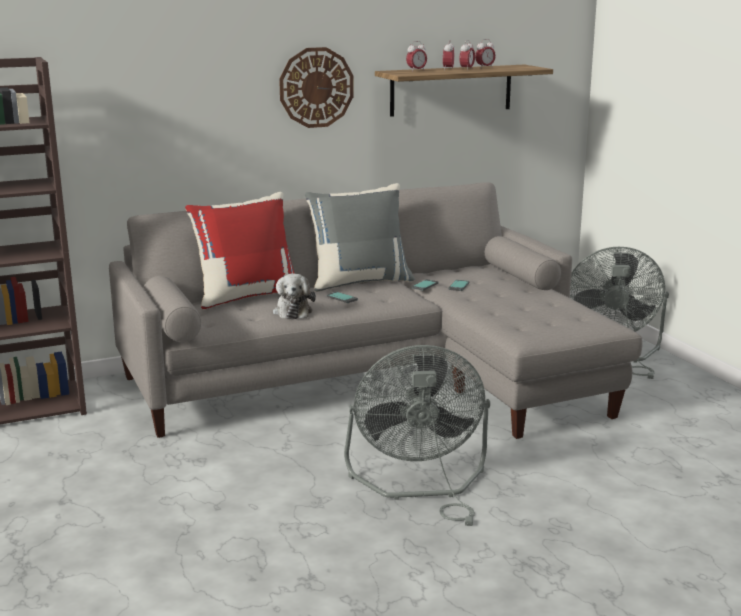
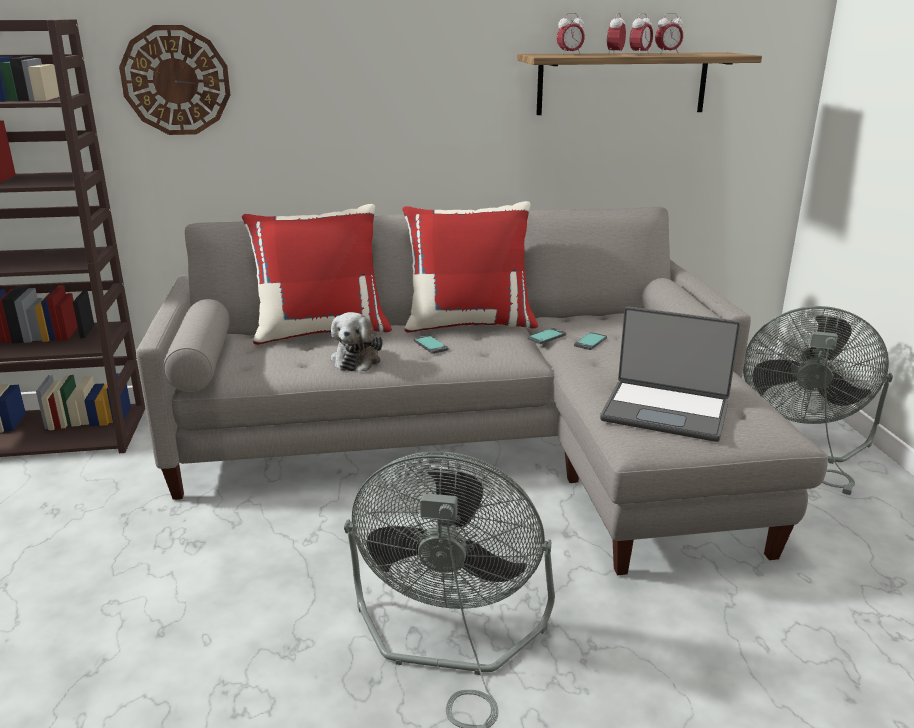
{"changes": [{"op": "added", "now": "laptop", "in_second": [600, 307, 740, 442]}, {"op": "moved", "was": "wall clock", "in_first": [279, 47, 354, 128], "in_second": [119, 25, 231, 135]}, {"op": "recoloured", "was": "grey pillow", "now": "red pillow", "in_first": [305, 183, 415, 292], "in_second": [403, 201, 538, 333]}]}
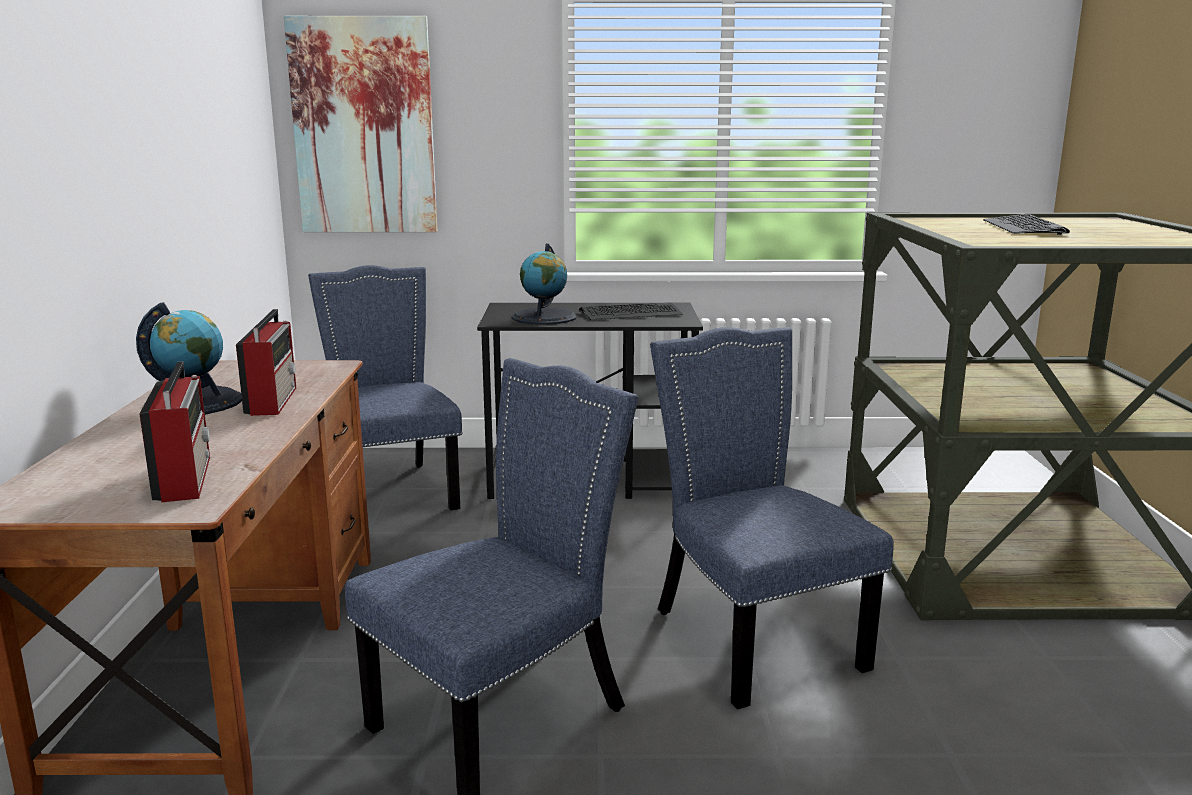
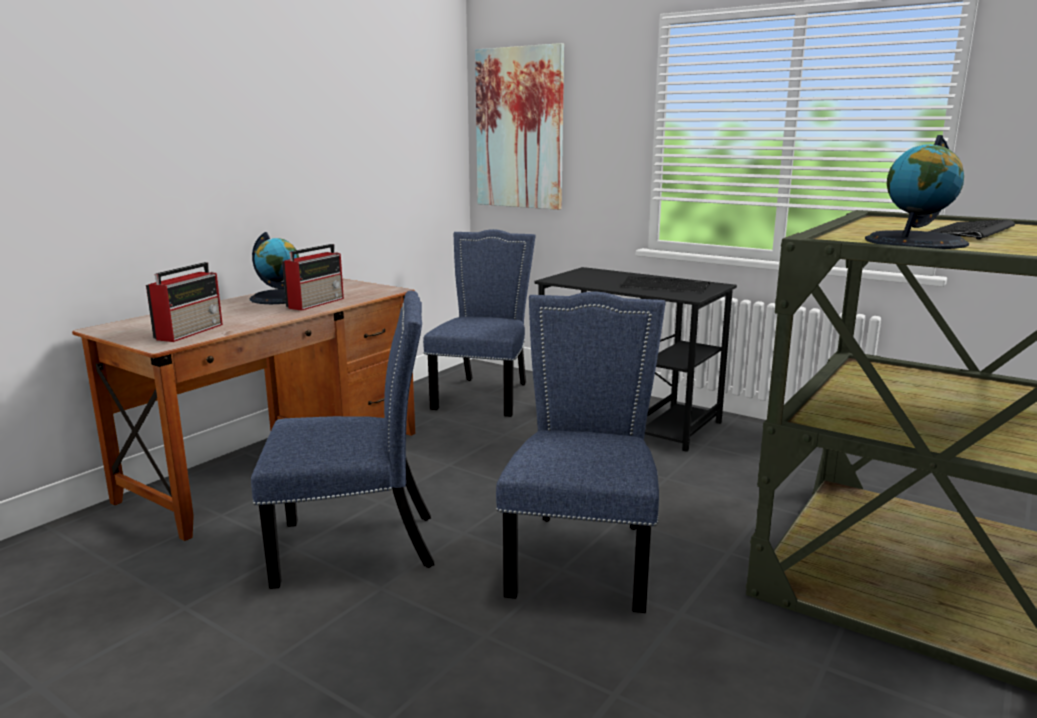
{"changes": [{"op": "moved", "was": "globe", "in_first": [512, 243, 577, 325], "in_second": [865, 135, 969, 249]}]}
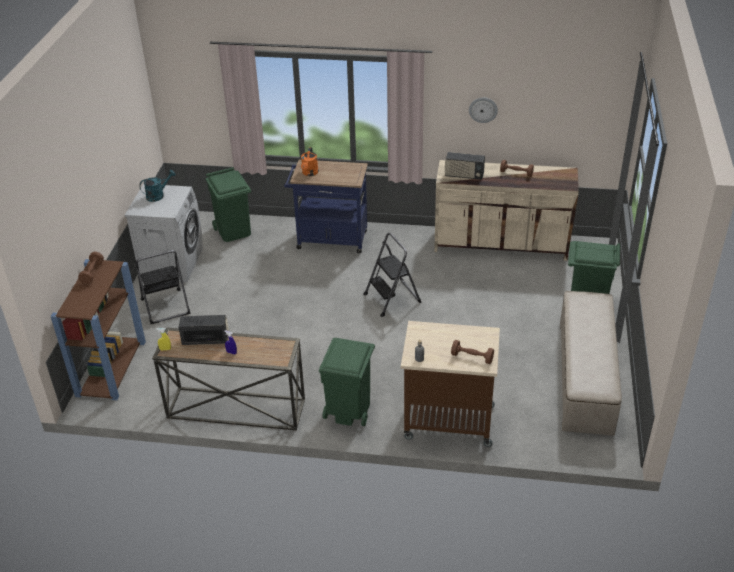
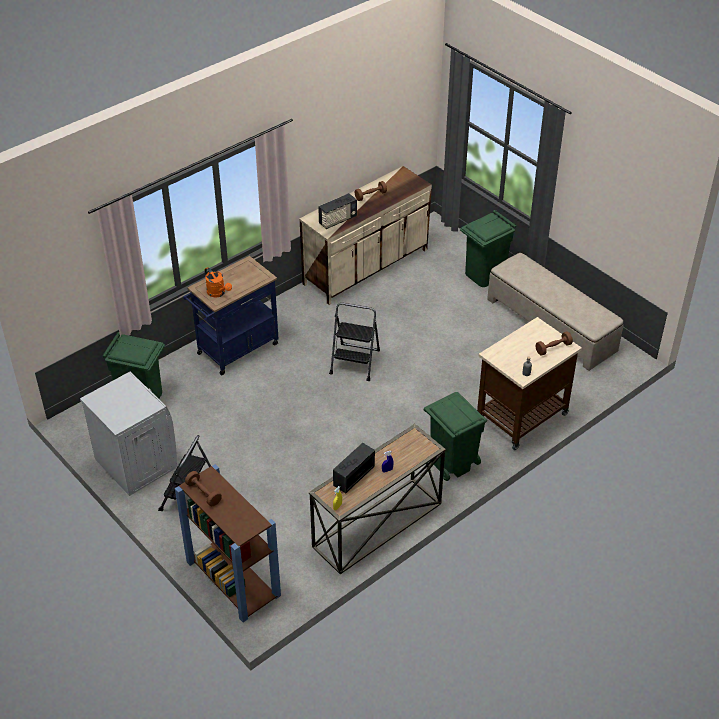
{"changes": [{"op": "removed", "was": "turquoise watering can", "in_first": [139, 170, 176, 202]}, {"op": "removed", "was": "wall clock", "in_first": [469, 97, 498, 123]}]}
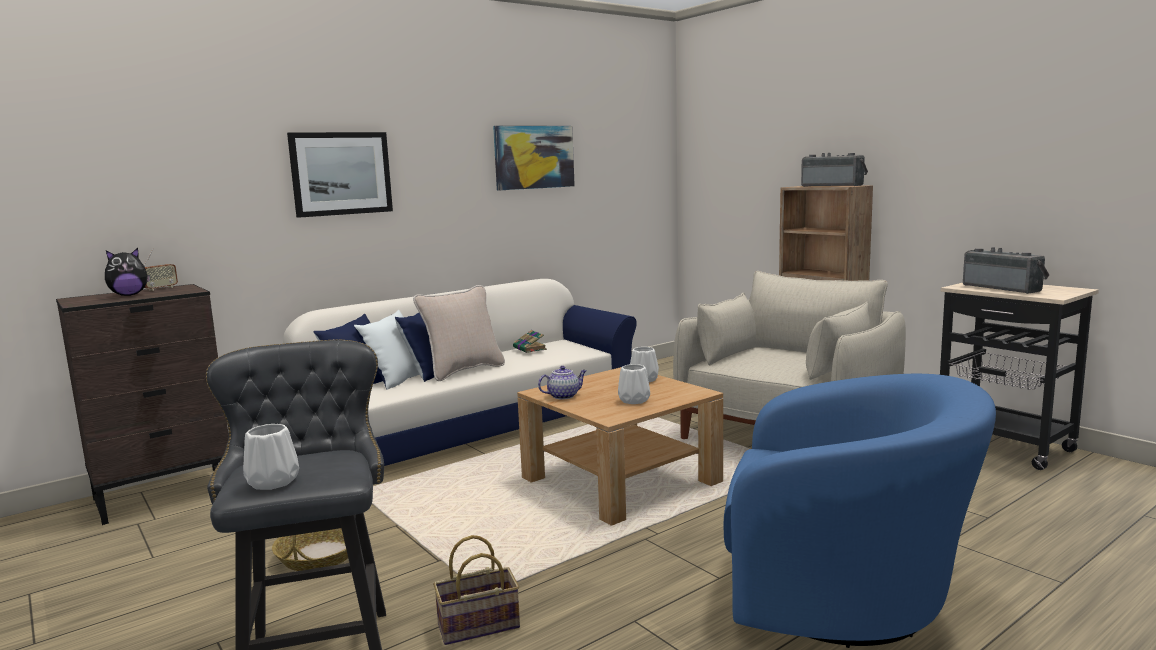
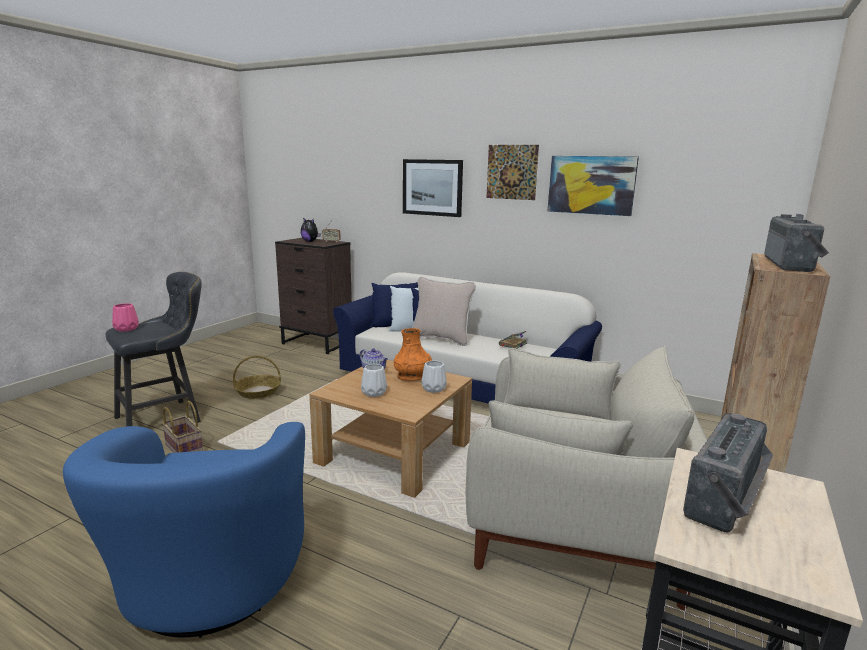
{"changes": [{"op": "added", "now": "orange vase", "in_second": [394, 328, 432, 381]}, {"op": "added", "now": "picture", "in_second": [486, 145, 539, 200]}, {"op": "recoloured", "was": "white vase", "now": "pink vase", "in_first": [243, 424, 299, 490], "in_second": [112, 303, 139, 332]}]}
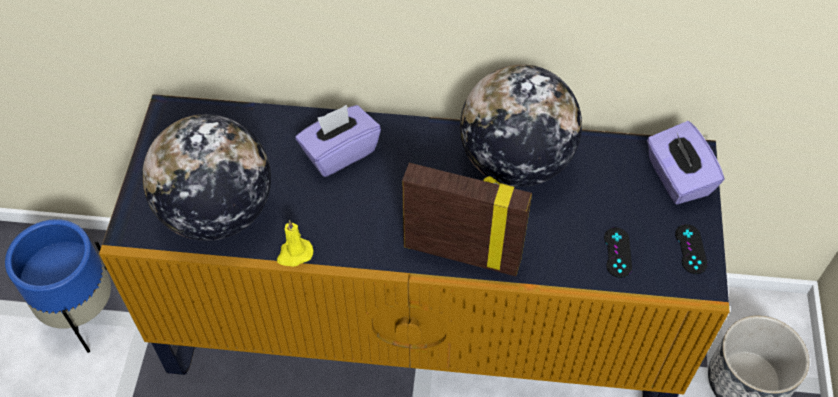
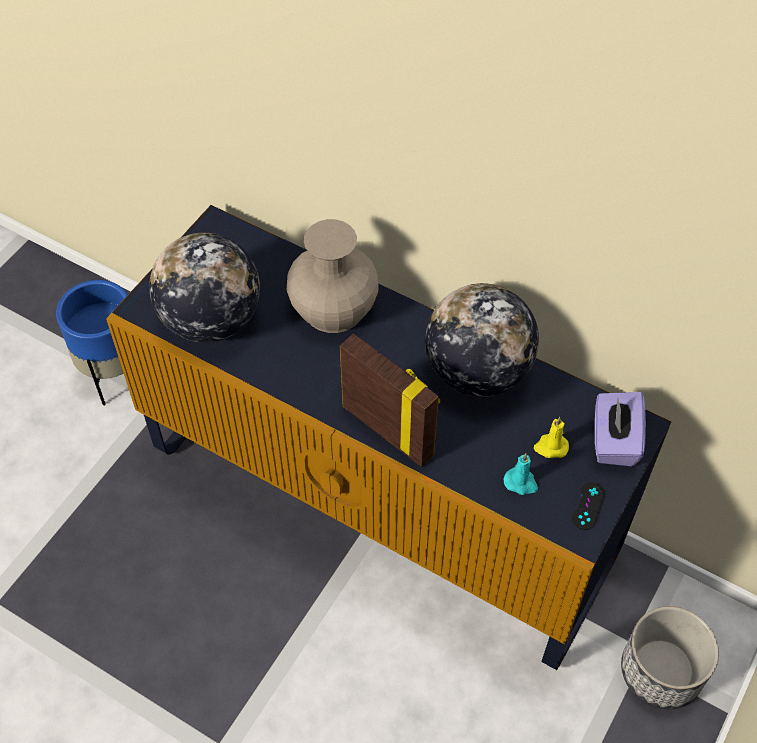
{"changes": [{"op": "moved", "was": "yellow candle", "in_first": [277, 220, 314, 267], "in_second": [534, 417, 569, 458]}, {"op": "replaced", "was": "purple tissue box", "now": "beige vase", "in_first": [296, 105, 381, 177], "in_second": [287, 219, 379, 333]}, {"op": "replaced", "was": "black game controller", "now": "turquoise candle", "in_first": [604, 228, 632, 278], "in_second": [504, 453, 538, 495]}]}
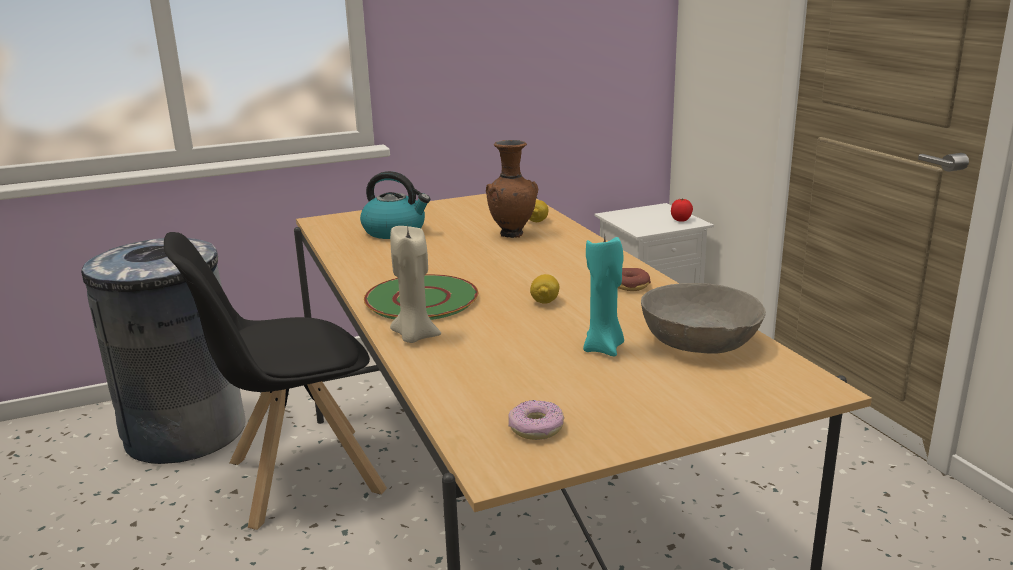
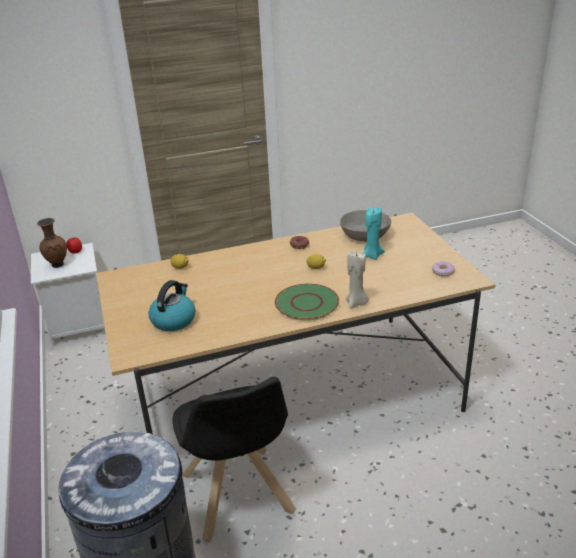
{"changes": [{"op": "moved", "was": "brown vase", "in_first": [486, 140, 538, 238], "in_second": [37, 218, 67, 268]}]}
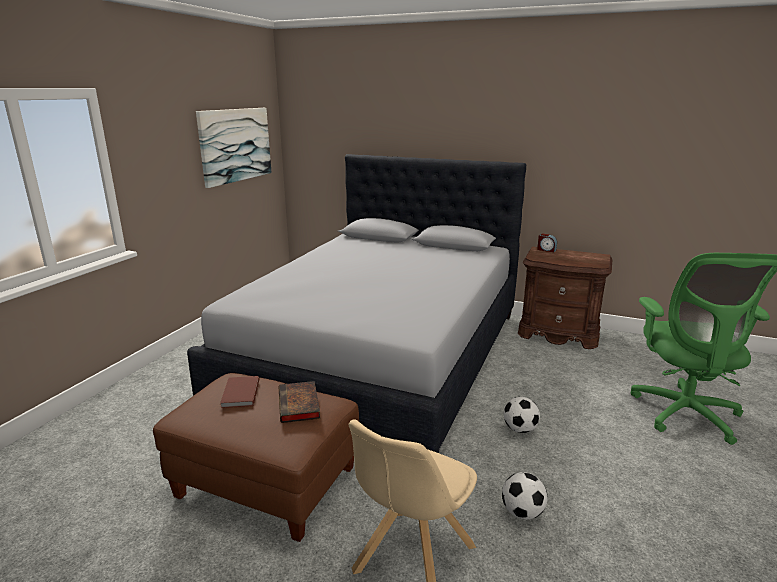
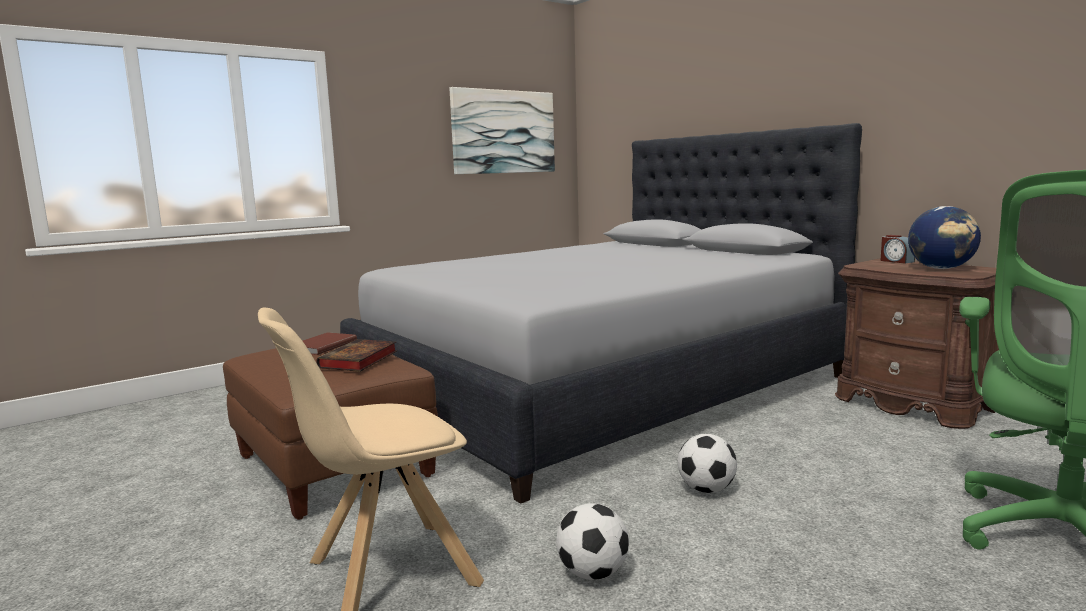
{"changes": [{"op": "added", "now": "globe", "in_second": [908, 206, 981, 269]}]}
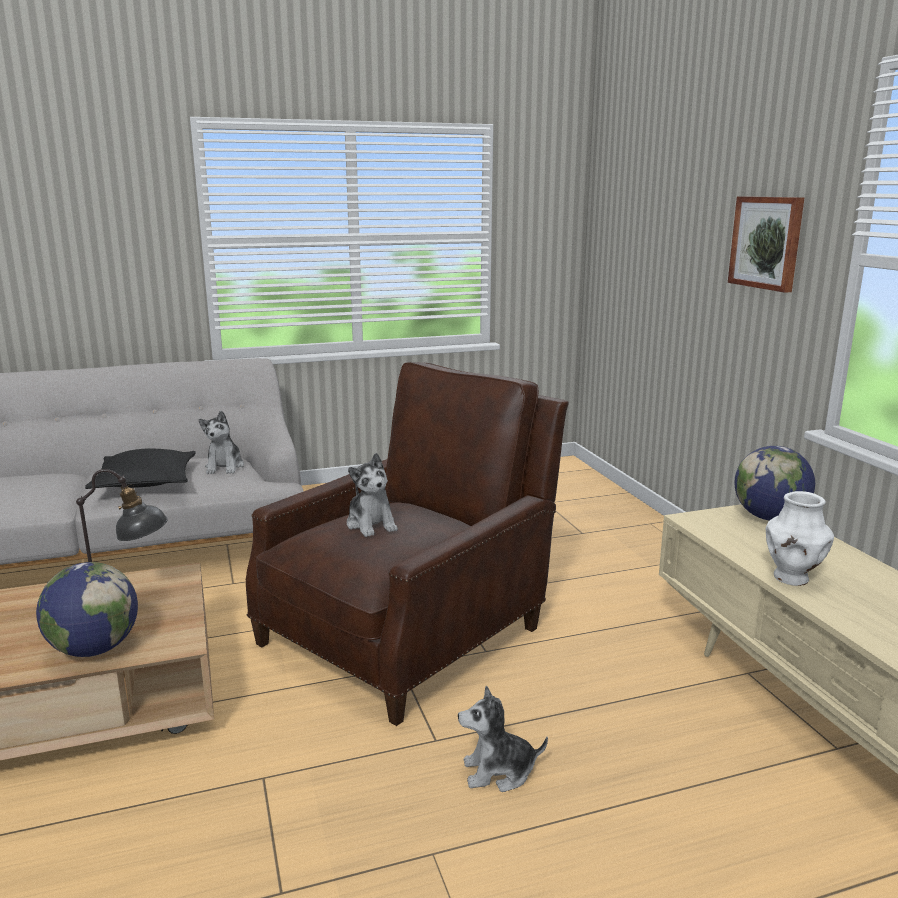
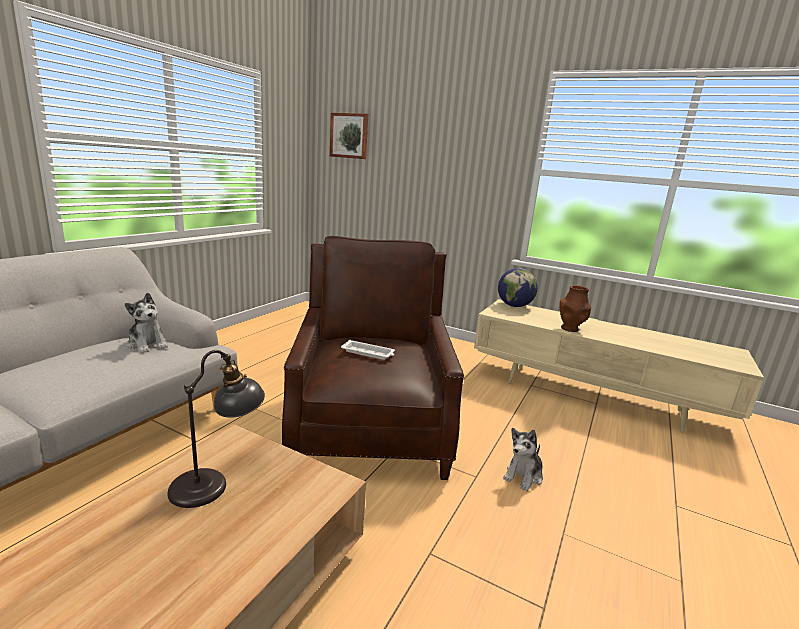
{"changes": [{"op": "removed", "was": "globe", "in_first": [36, 562, 138, 657]}, {"op": "removed", "was": "black pillow", "in_first": [85, 448, 196, 489]}, {"op": "moved", "was": "picture", "in_first": [728, 196, 804, 293], "in_second": [330, 113, 368, 159]}, {"op": "replaced", "was": "plush toy", "now": "white tray", "in_first": [347, 453, 398, 537], "in_second": [341, 340, 395, 360]}, {"op": "recoloured", "was": "white vase", "now": "brown vase", "in_first": [766, 491, 834, 586], "in_second": [560, 285, 591, 332]}]}
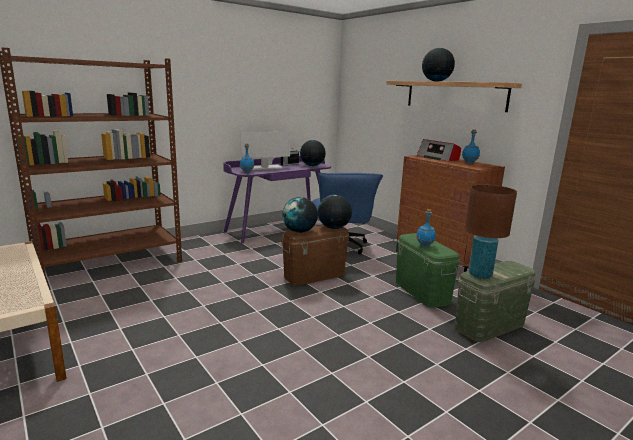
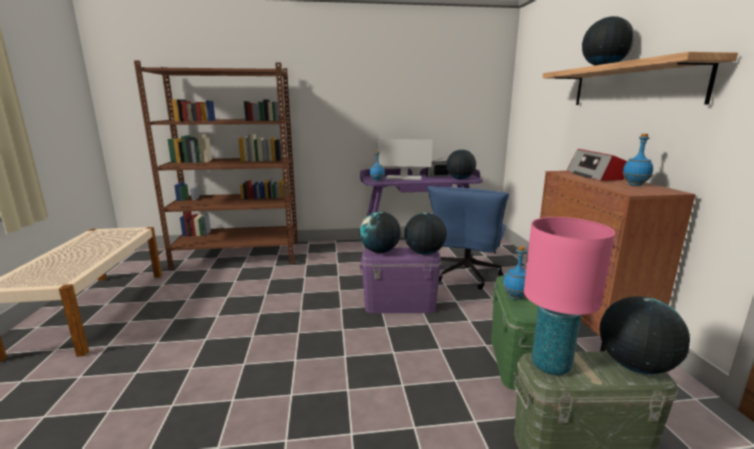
{"changes": [{"op": "added", "now": "globe", "in_second": [600, 296, 690, 374]}, {"op": "recoloured", "was": "brown storage box", "now": "purple storage box", "in_first": [281, 225, 349, 286], "in_second": [360, 248, 443, 313]}, {"op": "recoloured", "was": "brown table lamp", "now": "pink table lamp", "in_first": [465, 185, 517, 279], "in_second": [524, 217, 615, 375]}]}
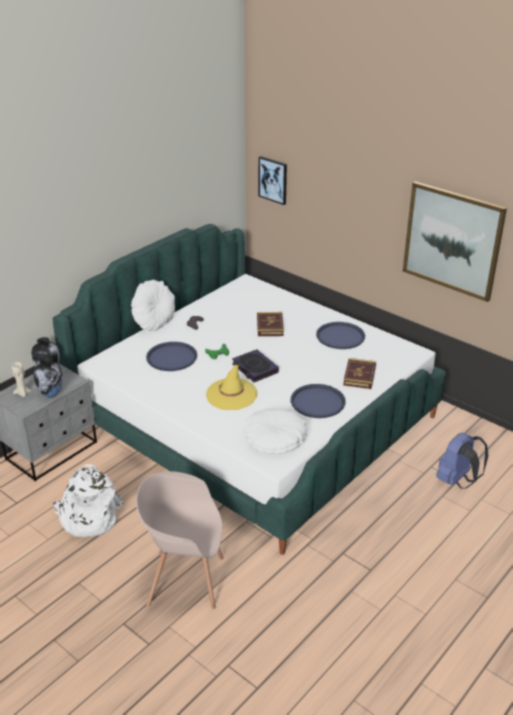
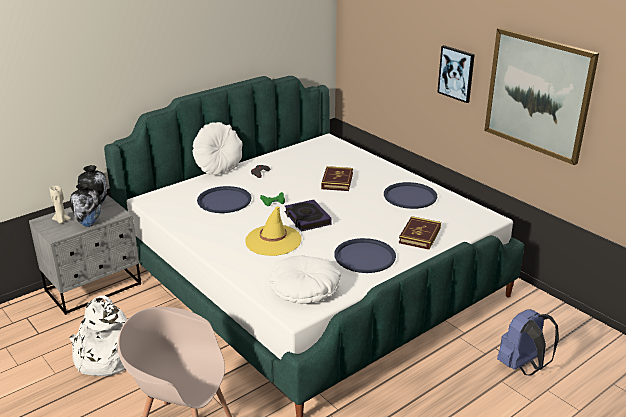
{"changes": [{"op": "moved", "was": "picture", "in_first": [259, 156, 287, 205], "in_second": [437, 45, 475, 103]}]}
